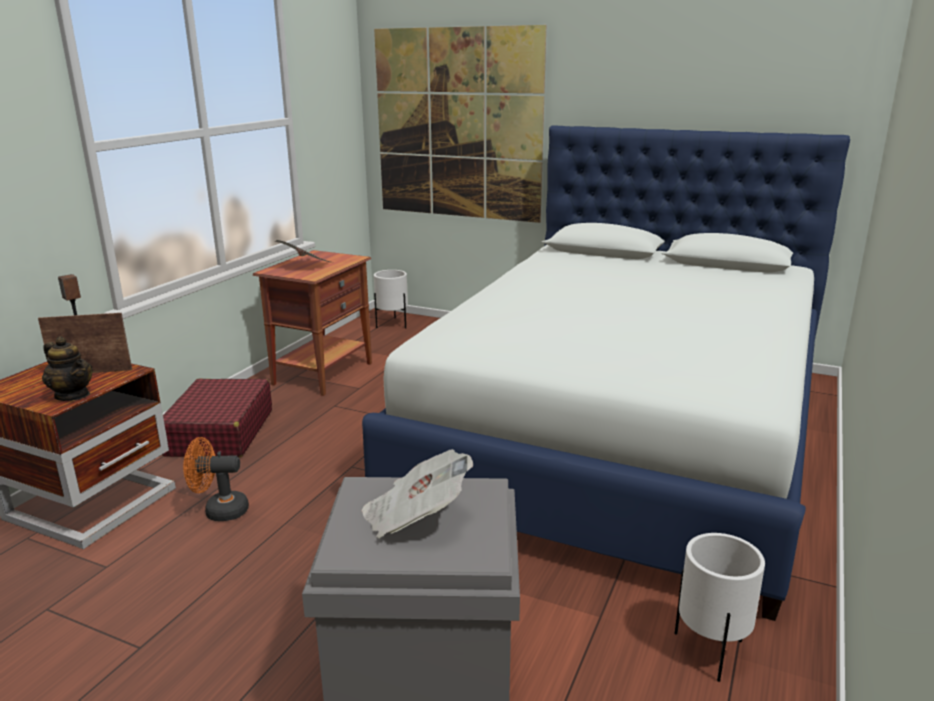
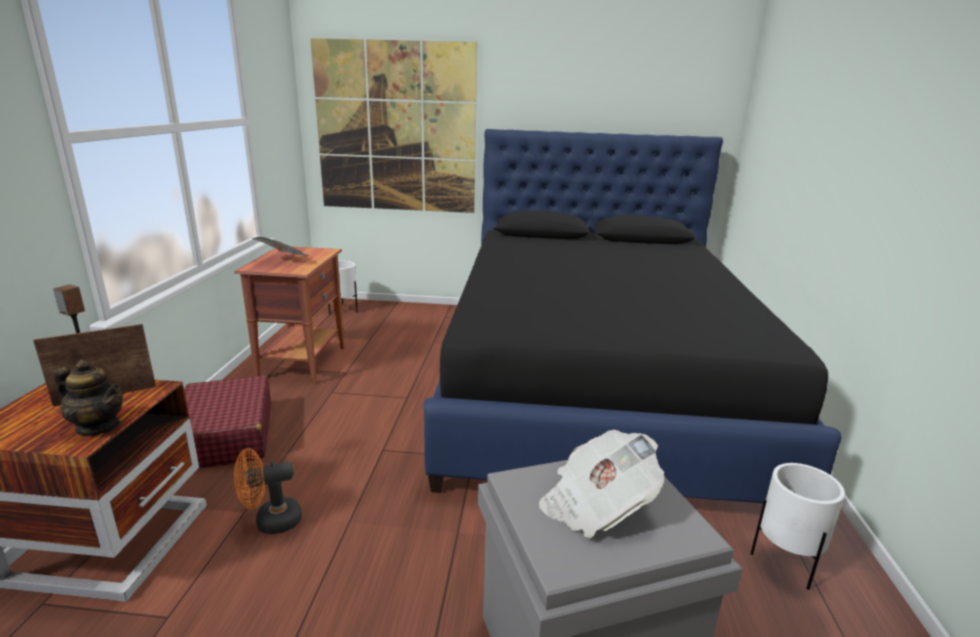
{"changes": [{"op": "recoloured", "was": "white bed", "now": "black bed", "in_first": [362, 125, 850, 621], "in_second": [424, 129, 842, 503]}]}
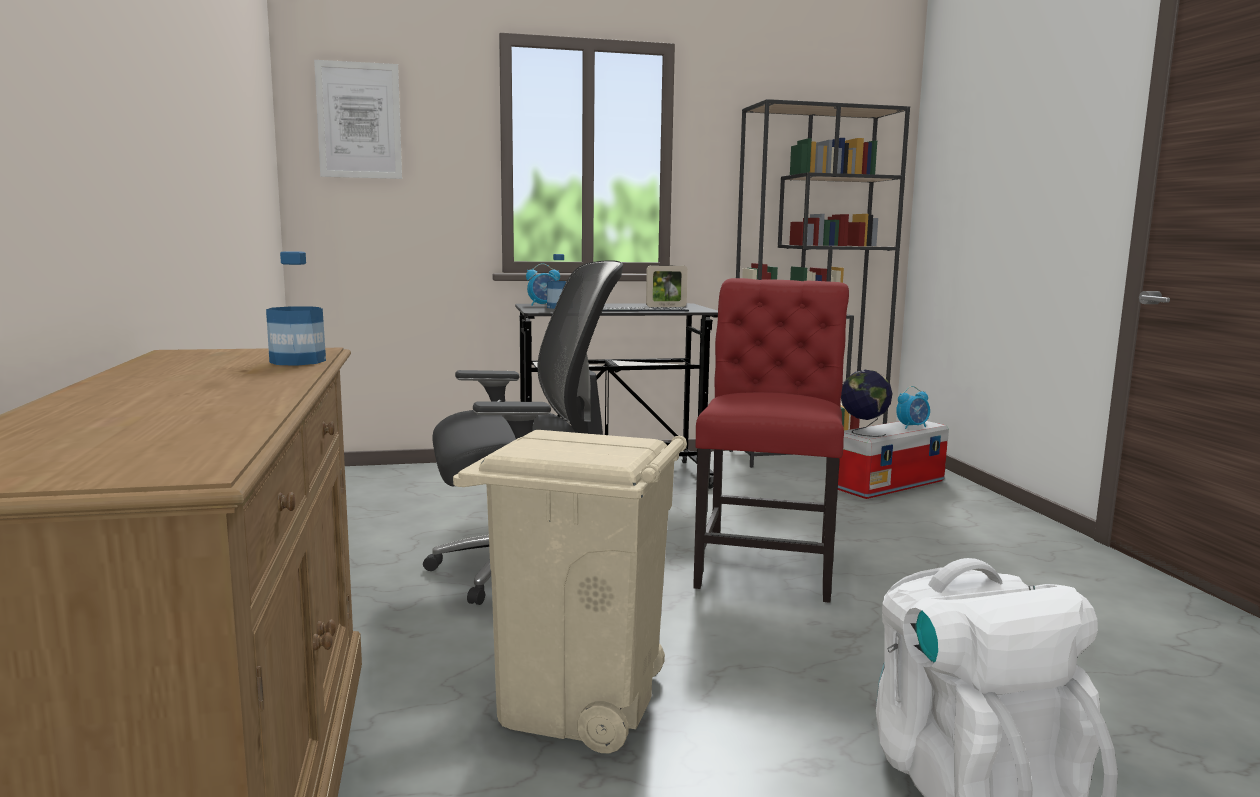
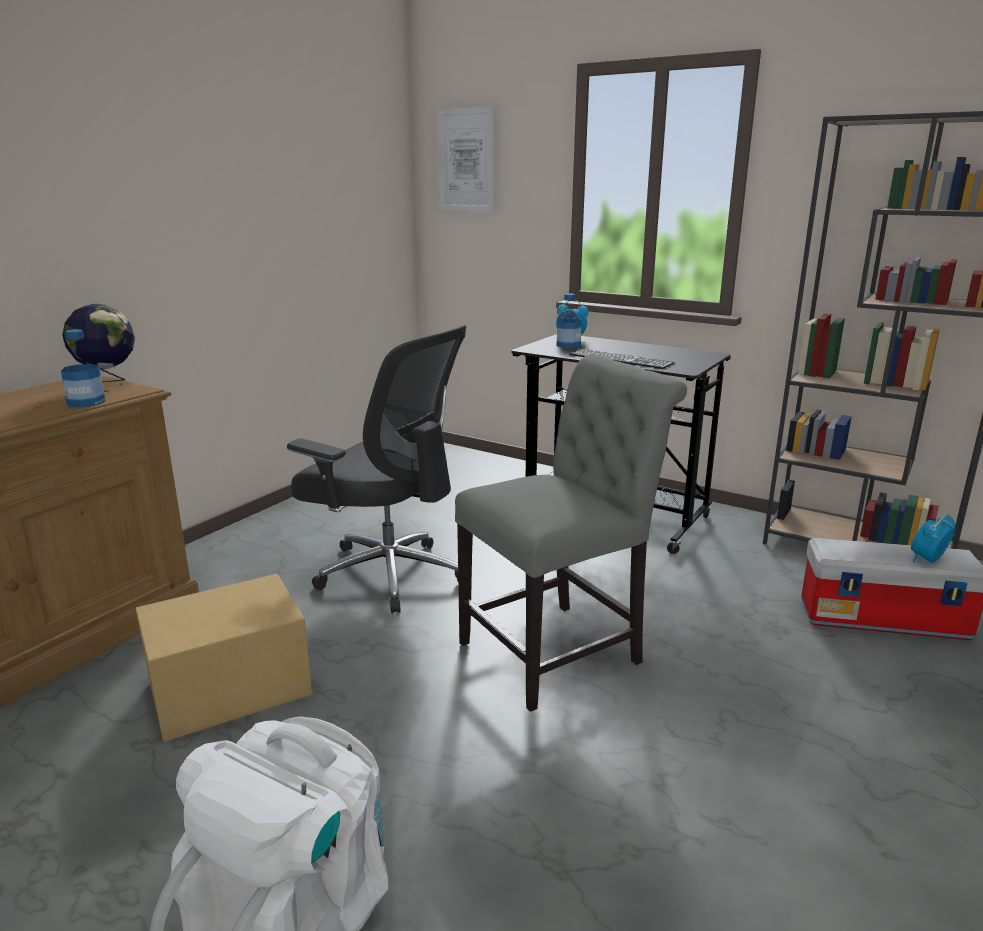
{"changes": [{"op": "removed", "was": "picture frame", "in_first": [646, 265, 688, 307]}, {"op": "moved", "was": "globe", "in_first": [841, 370, 892, 437], "in_second": [62, 304, 135, 392]}, {"op": "replaced", "was": "beige trash can", "now": "cardboard box", "in_first": [453, 430, 687, 753], "in_second": [136, 574, 312, 742]}, {"op": "recoloured", "was": "red chair", "now": "grey chair", "in_first": [693, 278, 849, 603], "in_second": [455, 354, 687, 712]}, {"op": "turned", "was": "alarm clock", "in_first": [896, 386, 930, 429], "in_second": [911, 514, 955, 563], "clockwise": 120}]}
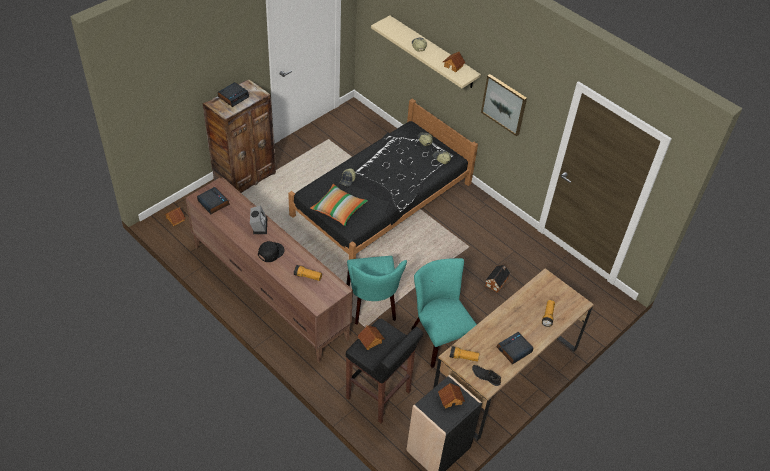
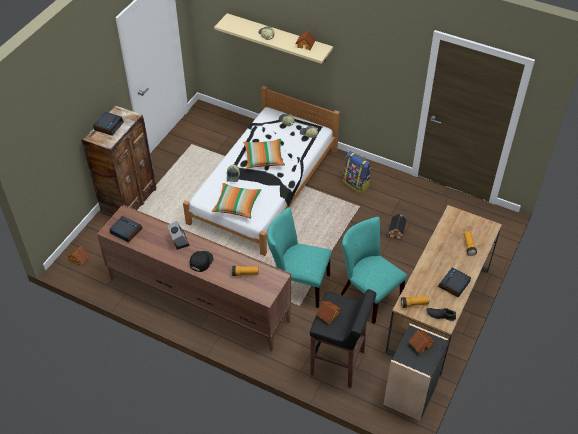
{"changes": [{"op": "removed", "was": "picture", "in_first": [481, 74, 527, 137]}, {"op": "added", "now": "pillow", "in_second": [243, 139, 285, 169]}, {"op": "added", "now": "backpack", "in_second": [343, 151, 371, 194]}, {"op": "recoloured", "was": "black bed", "now": "white bed", "in_first": [288, 99, 478, 260], "in_second": [183, 86, 340, 256]}, {"op": "turned", "was": "turquoise chair", "in_first": [347, 256, 407, 325], "in_second": [267, 207, 332, 308], "clockwise": 135}]}
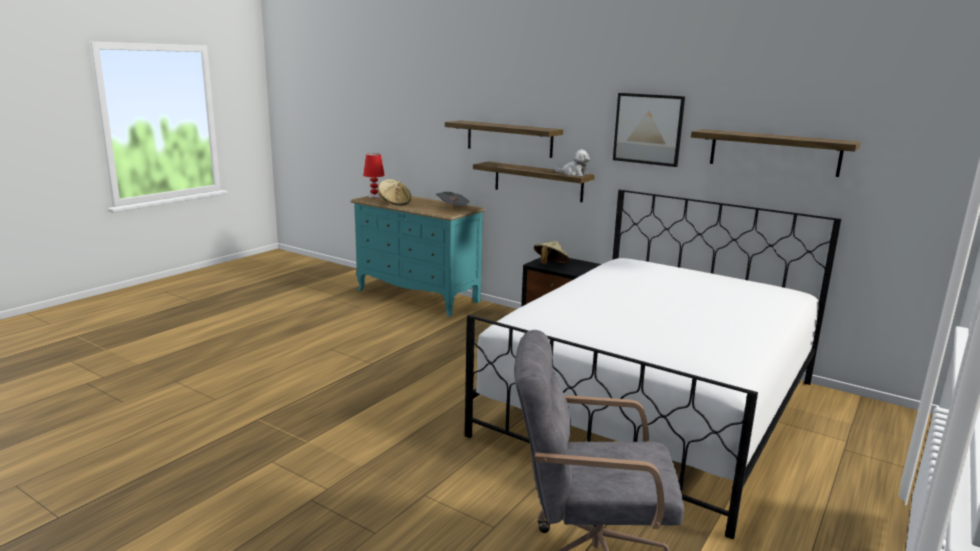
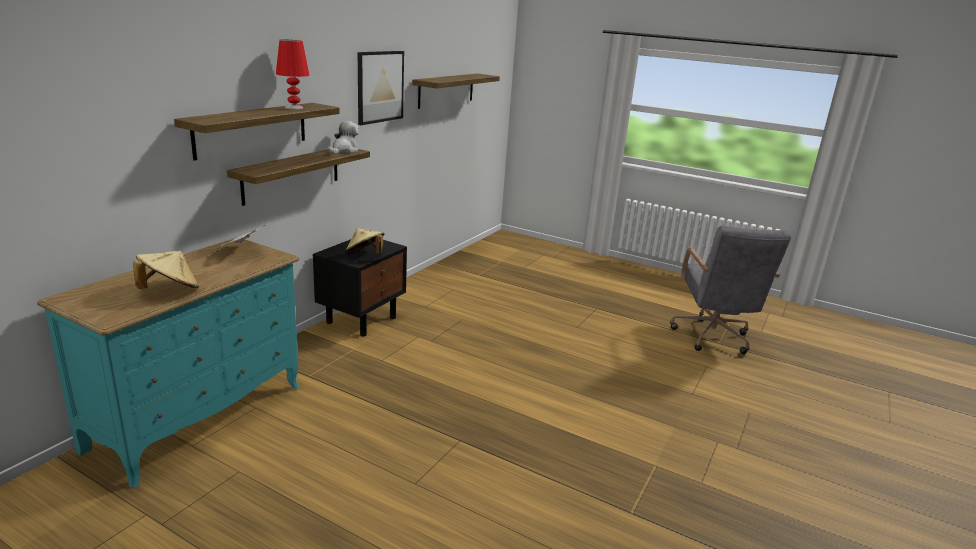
{"changes": [{"op": "removed", "was": "white bed", "in_first": [465, 189, 841, 539]}, {"op": "moved", "was": "red table lamp", "in_first": [363, 153, 385, 198], "in_second": [276, 39, 310, 110]}]}
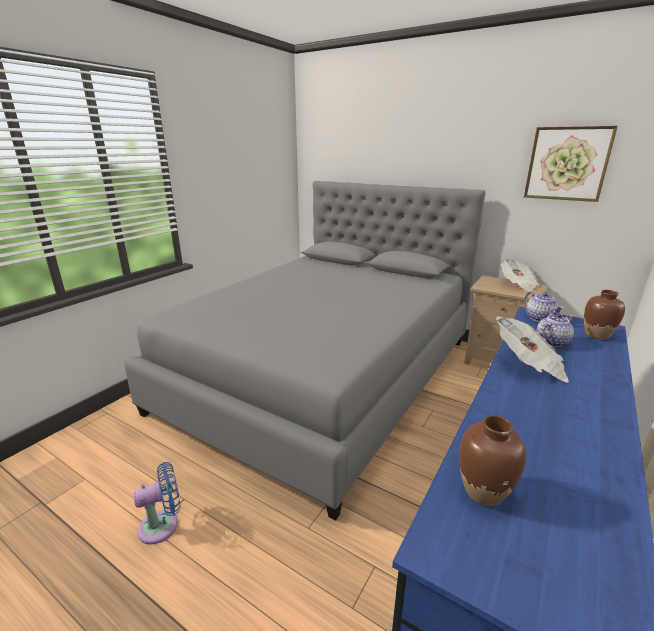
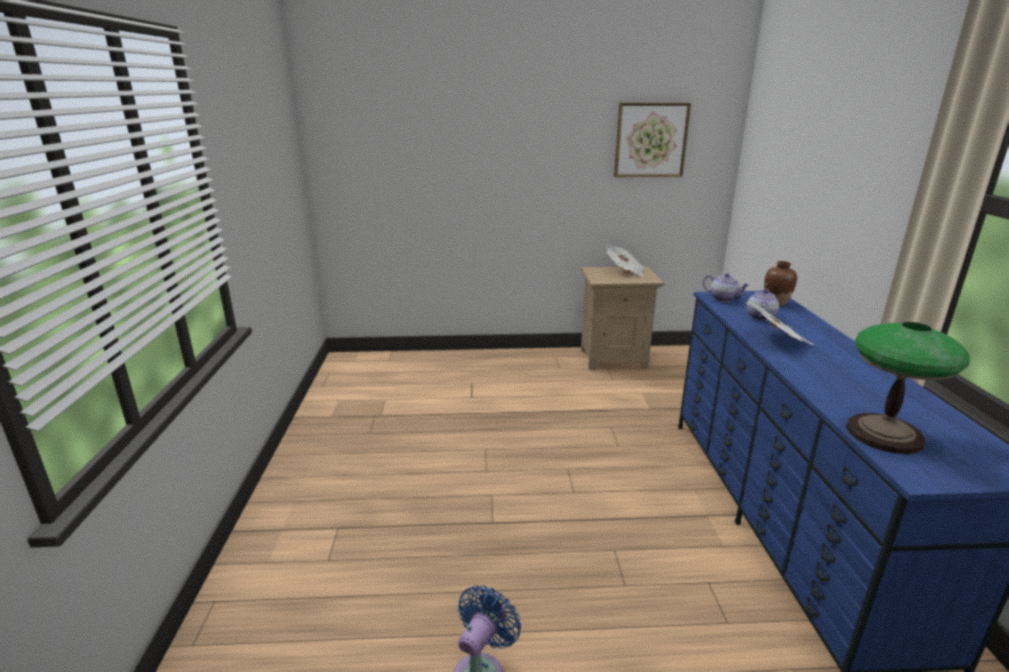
{"changes": [{"op": "removed", "was": "grey bed", "in_first": [124, 181, 486, 521]}, {"op": "replaced", "was": "brown vase", "now": "table lamp", "in_first": [459, 415, 526, 506], "in_second": [846, 322, 970, 454]}]}
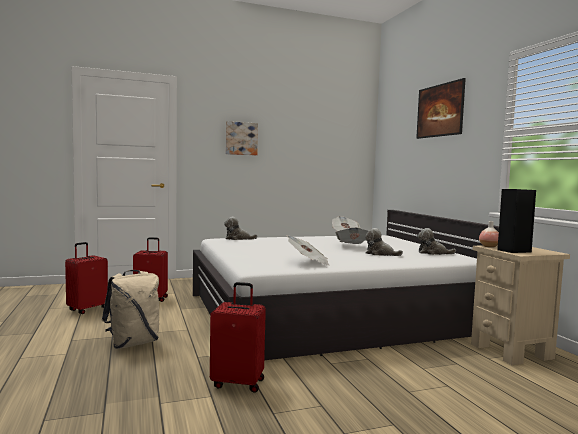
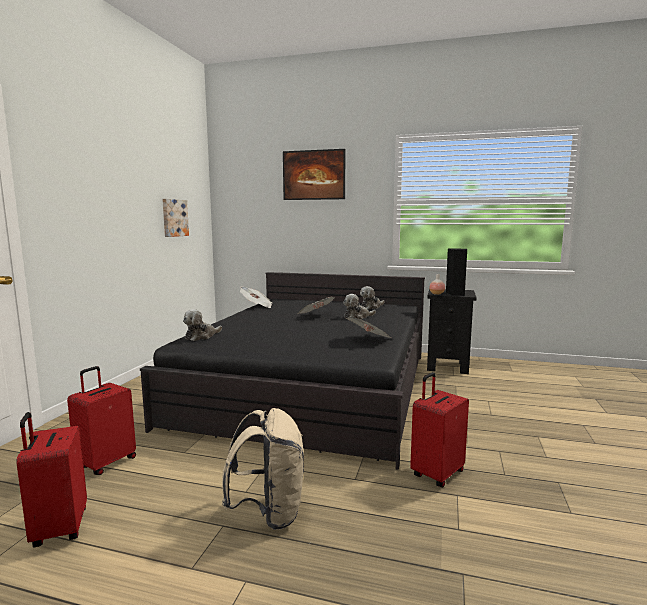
{"changes": [{"op": "moved", "was": "picture", "in_first": [226, 121, 258, 155], "in_second": [162, 199, 189, 237]}, {"op": "recoloured", "was": "white bed", "now": "black bed", "in_first": [193, 210, 499, 360], "in_second": [140, 272, 425, 470]}, {"op": "recoloured", "was": "beige nightstand", "now": "black nightstand", "in_first": [471, 245, 570, 365], "in_second": [427, 289, 477, 374]}]}
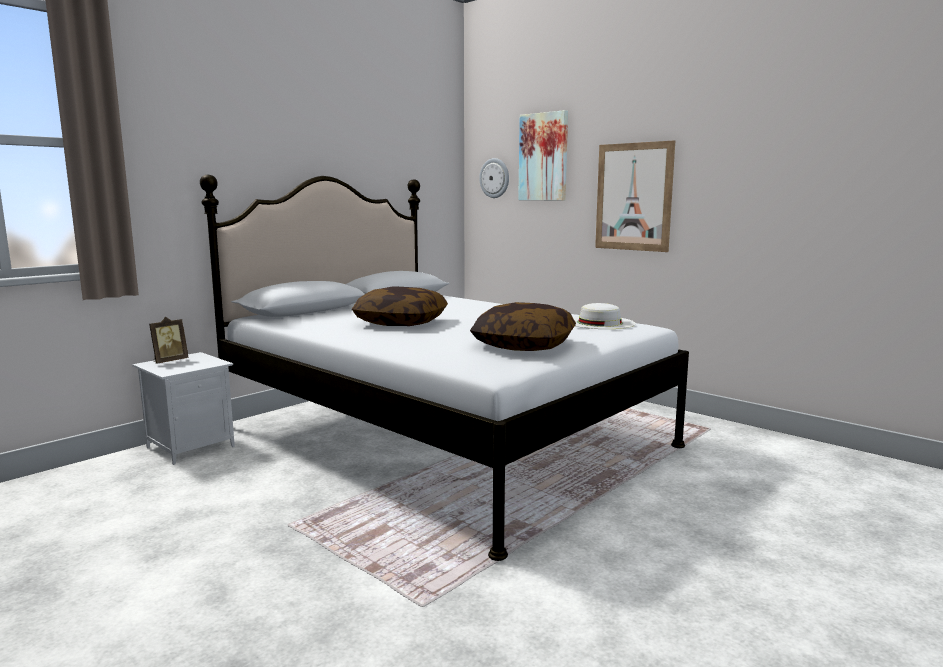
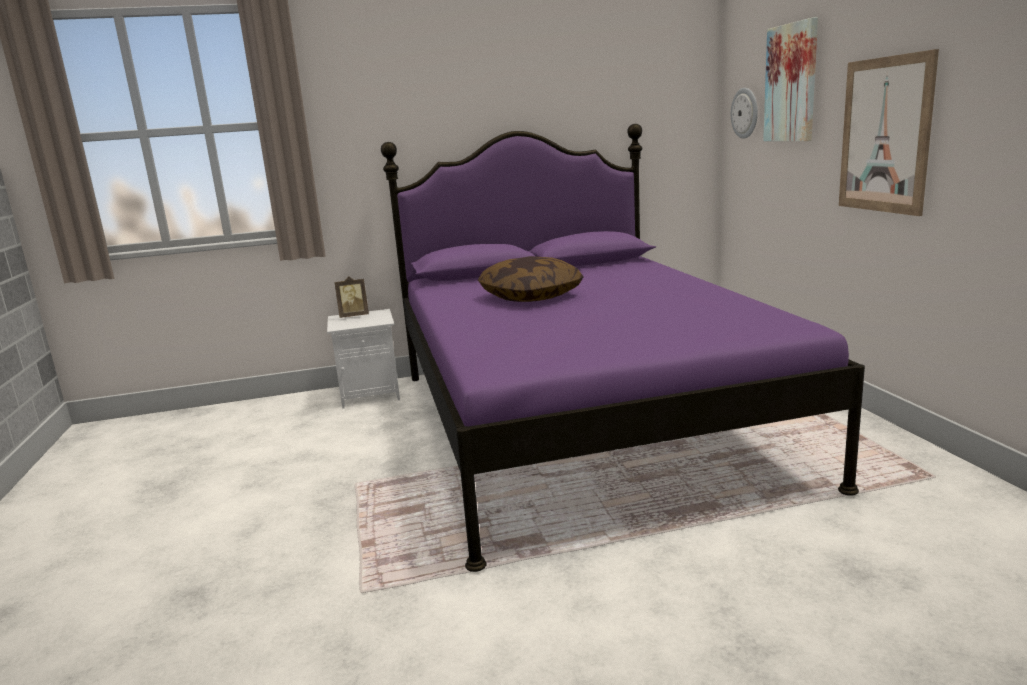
{"changes": [{"op": "removed", "was": "pillow", "in_first": [470, 302, 576, 351]}, {"op": "removed", "was": "white hat", "in_first": [573, 303, 636, 329]}, {"op": "recoloured", "was": "white bed", "now": "purple bed", "in_first": [200, 175, 689, 561], "in_second": [381, 124, 865, 572]}]}
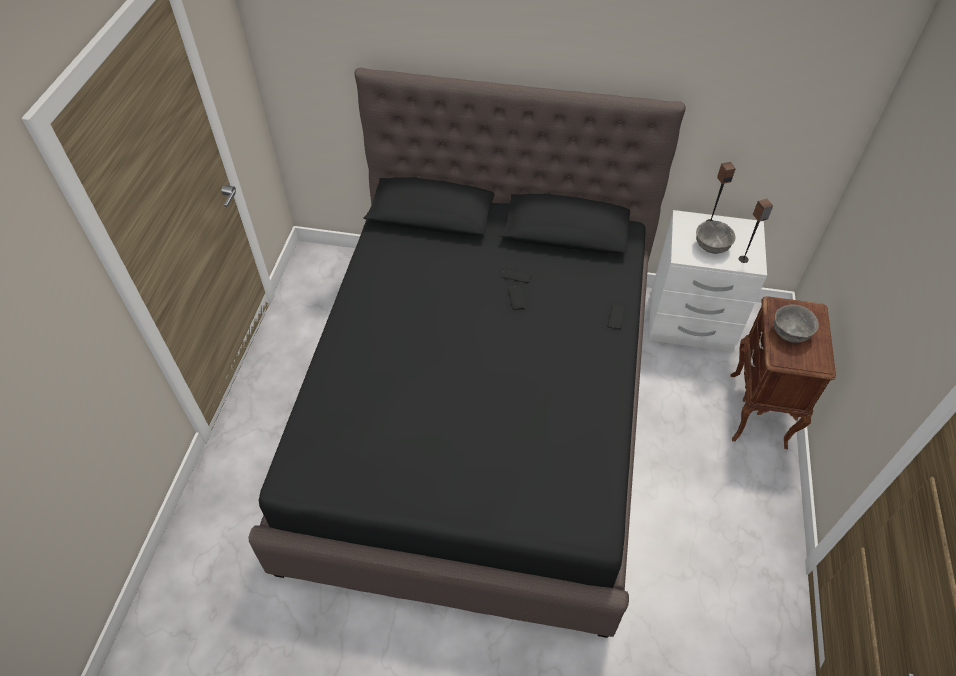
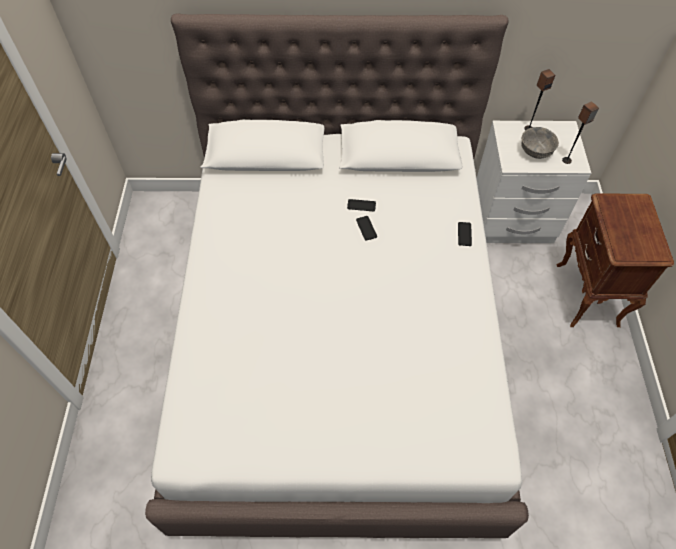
{"changes": [{"op": "removed", "was": "grey bowl", "in_first": [774, 305, 819, 343]}, {"op": "recoloured", "was": "black bed", "now": "white bed", "in_first": [249, 68, 686, 638], "in_second": [145, 13, 529, 538]}]}
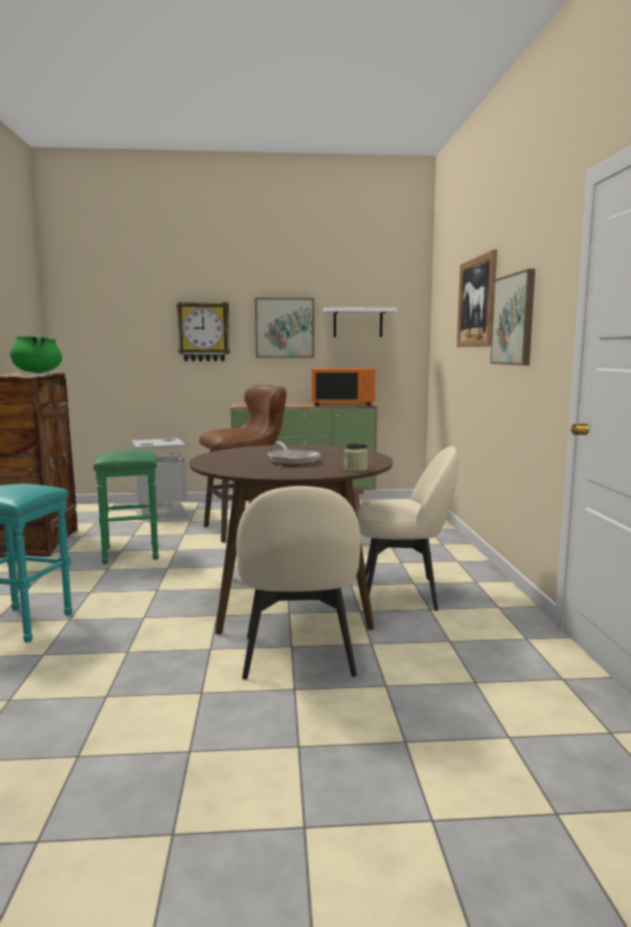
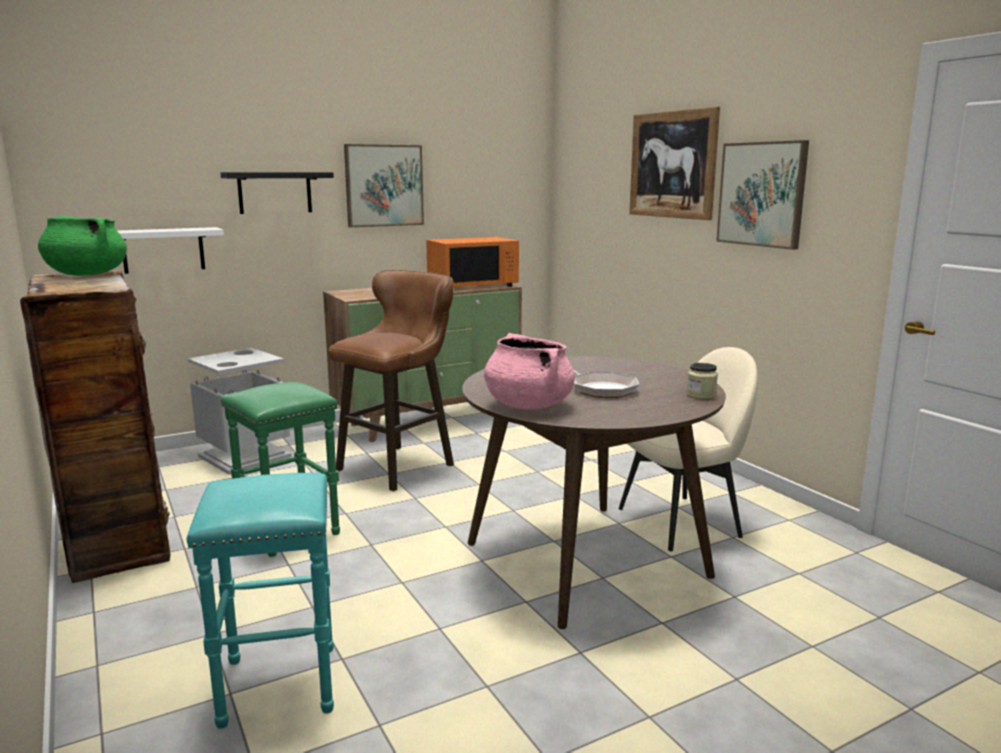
{"changes": [{"op": "removed", "was": "beige chair", "in_first": [236, 486, 361, 680]}, {"op": "added", "now": "pink cooking pot", "in_second": [484, 333, 575, 409]}, {"op": "moved", "was": "white shelf", "in_first": [324, 307, 397, 337], "in_second": [117, 227, 224, 274]}, {"op": "replaced", "was": "wall clock", "now": "black shelf", "in_first": [176, 302, 230, 361], "in_second": [221, 172, 334, 214]}]}
